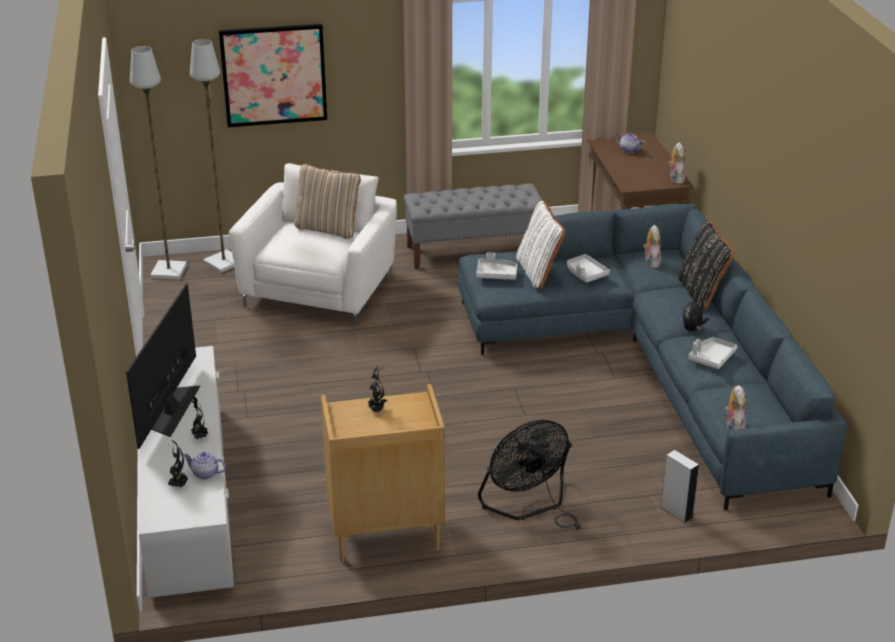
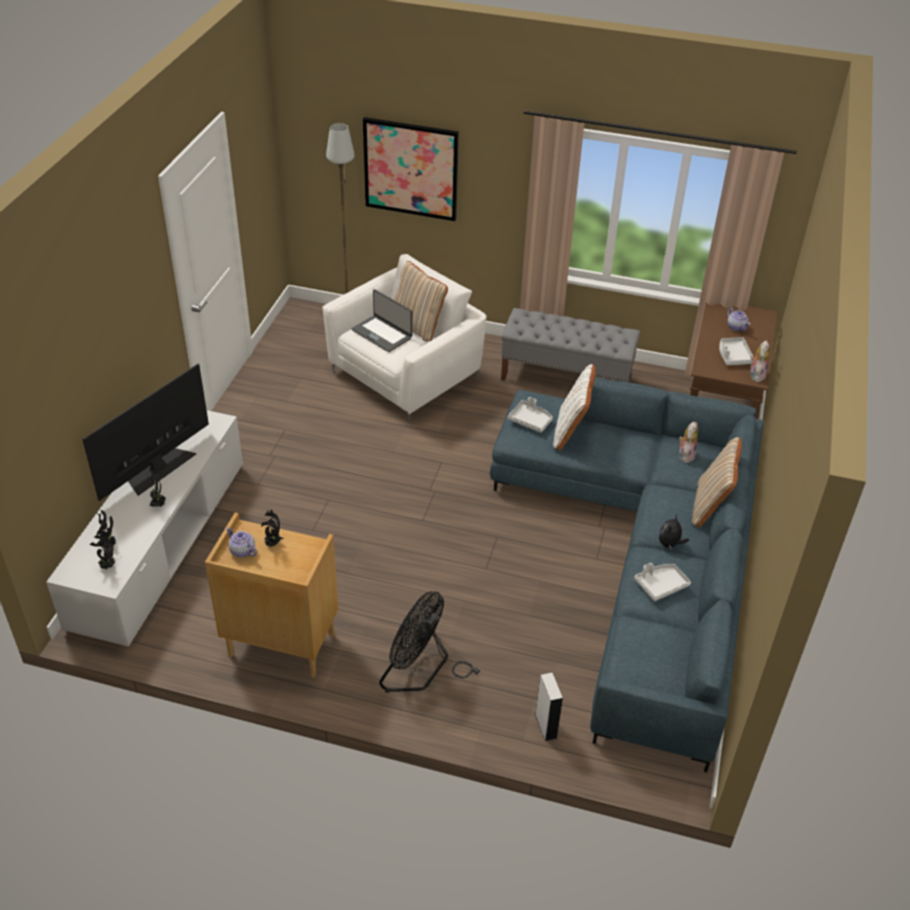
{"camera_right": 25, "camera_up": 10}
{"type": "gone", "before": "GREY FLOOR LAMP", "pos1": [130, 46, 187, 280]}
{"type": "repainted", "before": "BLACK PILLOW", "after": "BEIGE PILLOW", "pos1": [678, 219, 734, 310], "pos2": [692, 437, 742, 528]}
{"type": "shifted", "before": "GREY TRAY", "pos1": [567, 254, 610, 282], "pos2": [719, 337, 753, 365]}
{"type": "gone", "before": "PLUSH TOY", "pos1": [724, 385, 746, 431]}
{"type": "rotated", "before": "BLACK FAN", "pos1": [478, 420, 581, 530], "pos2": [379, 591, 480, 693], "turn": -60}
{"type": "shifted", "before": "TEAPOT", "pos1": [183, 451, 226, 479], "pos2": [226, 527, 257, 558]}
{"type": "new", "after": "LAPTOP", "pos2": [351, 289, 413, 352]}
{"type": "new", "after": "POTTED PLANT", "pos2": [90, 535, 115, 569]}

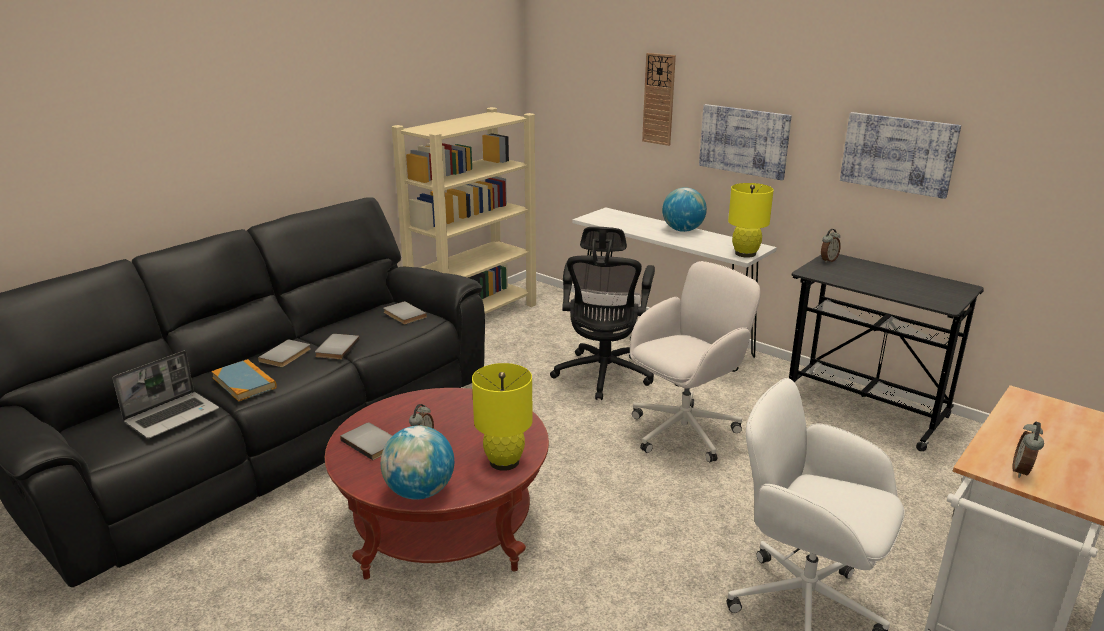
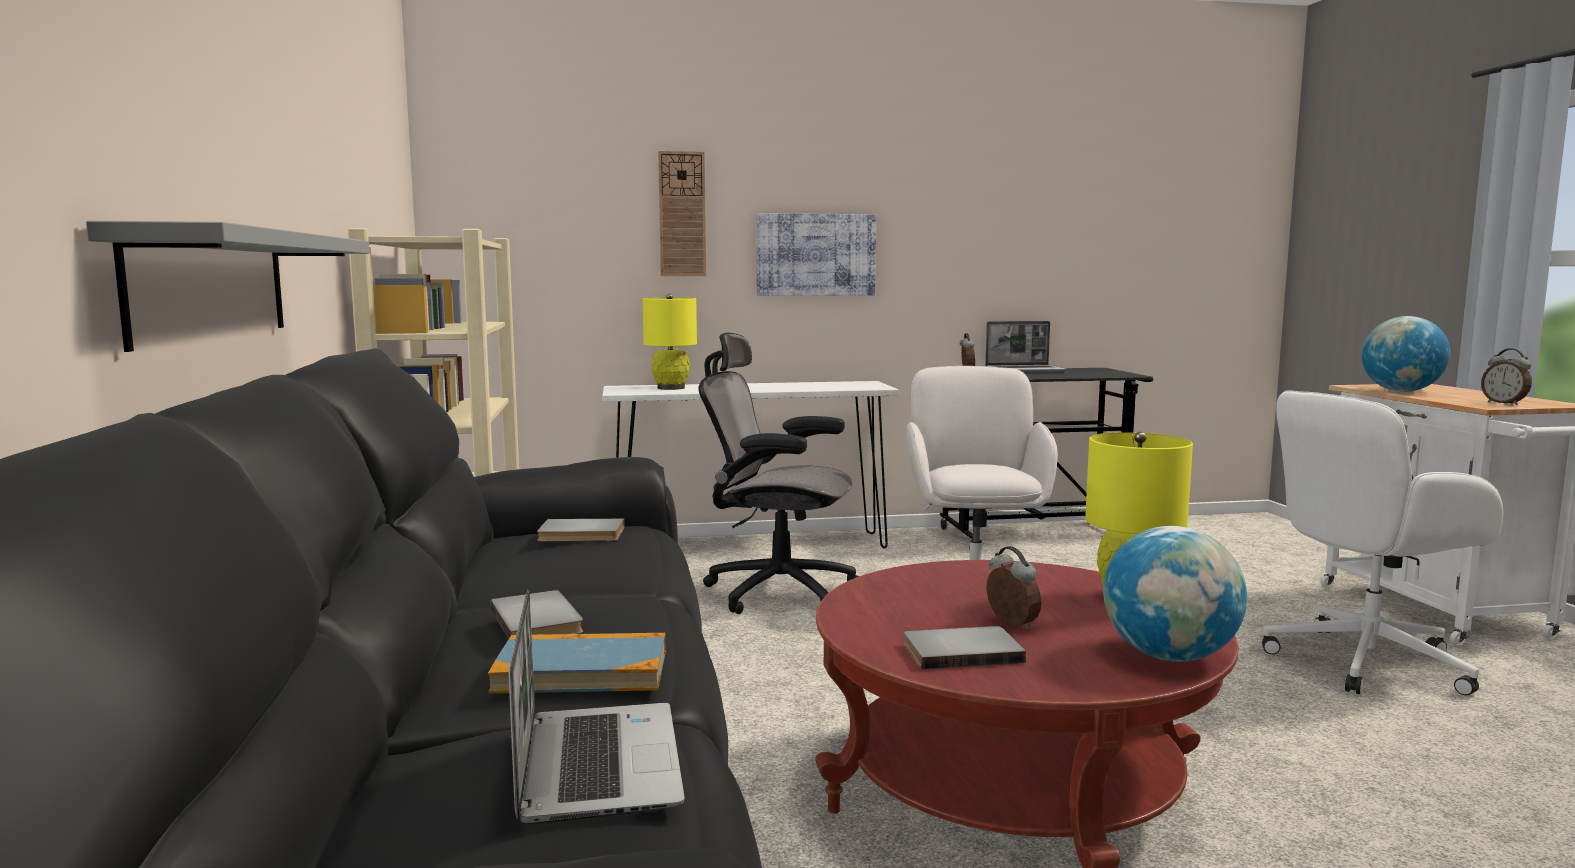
{"camera_right": -50, "camera_up": -15}
{"type": "gone", "before": "PICTURE", "pos1": [840, 112, 961, 199]}
{"type": "shifted", "before": "YELLOW TABLE LAMP", "pos1": [728, 183, 774, 258], "pos2": [643, 294, 697, 390]}
{"type": "shifted", "before": "GLOBE", "pos1": [662, 187, 707, 232], "pos2": [1361, 316, 1450, 392]}
{"type": "rotated", "before": "OFFICE CHAIR", "pos1": [550, 227, 655, 400], "pos2": [698, 333, 859, 614], "turn": 150}
{"type": "gone", "before": "GREY BOOK", "pos1": [315, 334, 360, 359]}
{"type": "new", "after": "GREY SHELF", "pos2": [86, 221, 369, 352]}
{"type": "new", "after": "LAPTOP", "pos2": [985, 321, 1067, 373]}

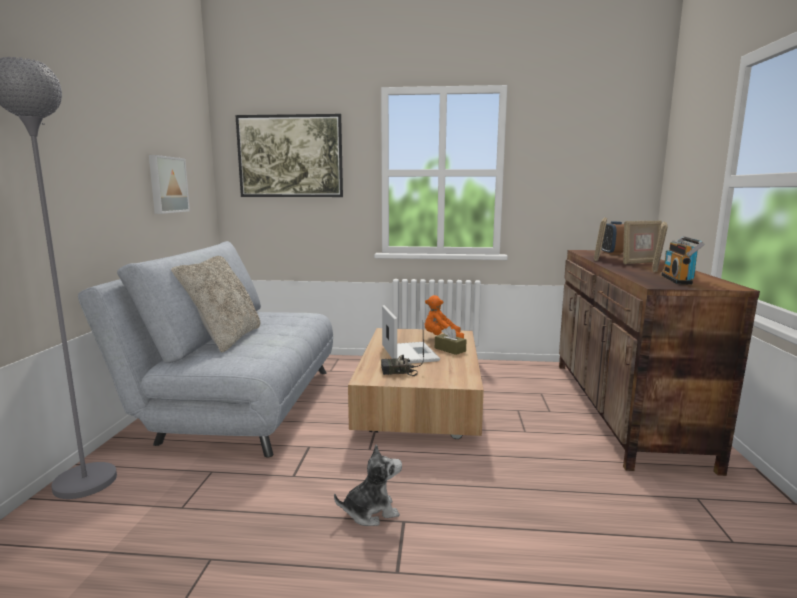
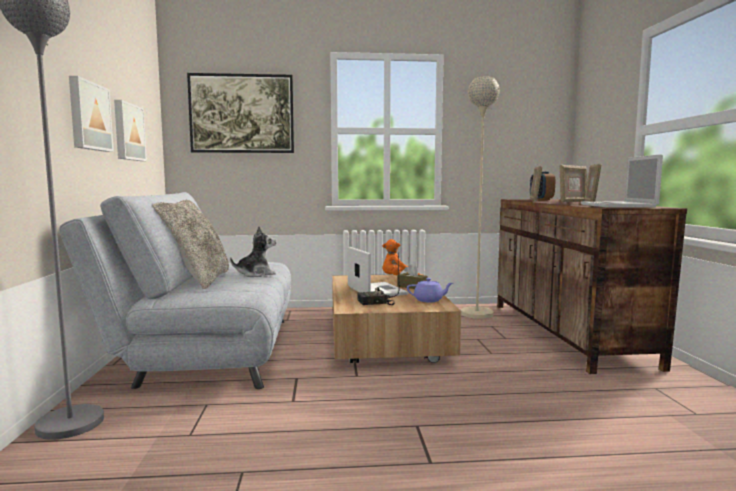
{"camera_right": -10, "camera_up": -5}
{"type": "swapped", "before": "RADIO", "after": "LAPTOP", "pos1": [662, 236, 705, 285], "pos2": [581, 154, 663, 208]}
{"type": "shifted", "before": "PLUSH TOY", "pos1": [334, 444, 402, 526], "pos2": [230, 226, 277, 277]}
{"type": "new", "after": "PICTURE", "pos2": [69, 76, 114, 152]}
{"type": "new", "after": "BEIGE FLOOR LAMP", "pos2": [461, 76, 500, 319]}
{"type": "new", "after": "PURPLE TEAPOT", "pos2": [407, 278, 453, 302]}

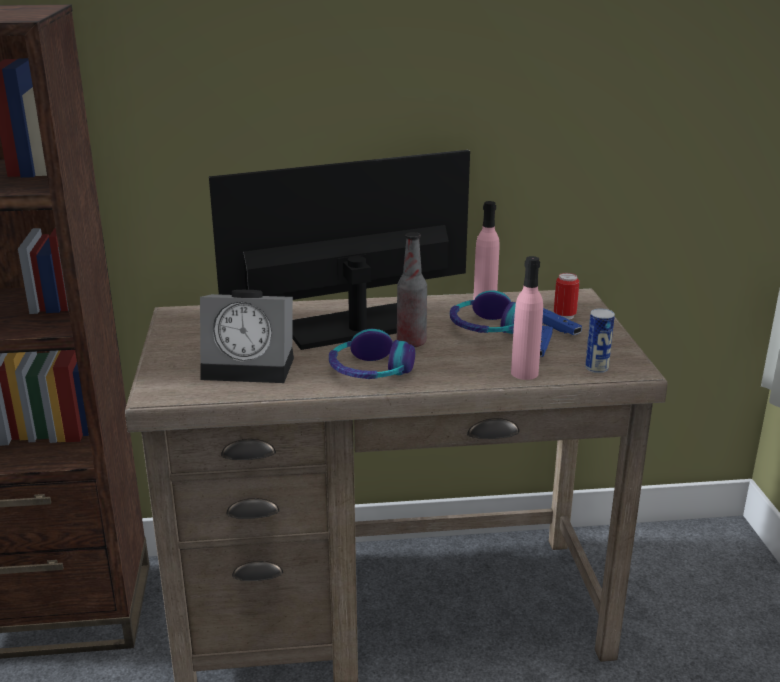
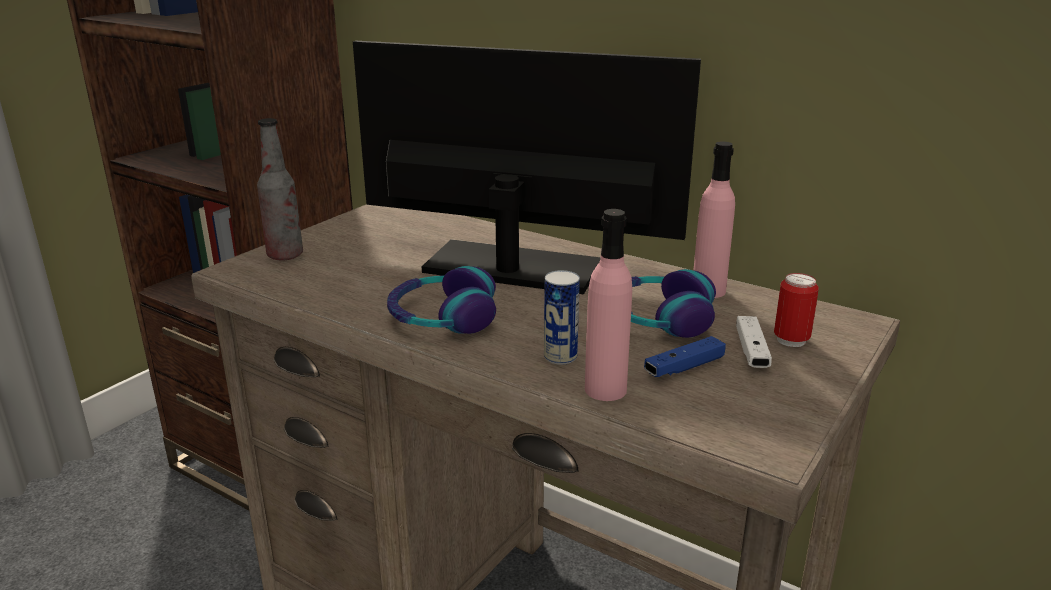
{"camera_right": 40, "camera_up": 0}
{"type": "shifted", "before": "BOTTLE", "pos1": [397, 232, 427, 347], "pos2": [257, 118, 303, 261]}
{"type": "gone", "before": "ALARM CLOCK", "pos1": [200, 290, 294, 383]}
{"type": "repainted", "before": "BLUE GAME CONTROLLER", "after": "WHITE GAME CONTROLLER", "pos1": [542, 308, 582, 335], "pos2": [736, 316, 772, 368]}
{"type": "shifted", "before": "CAN", "pos1": [585, 308, 615, 373], "pos2": [544, 270, 580, 365]}

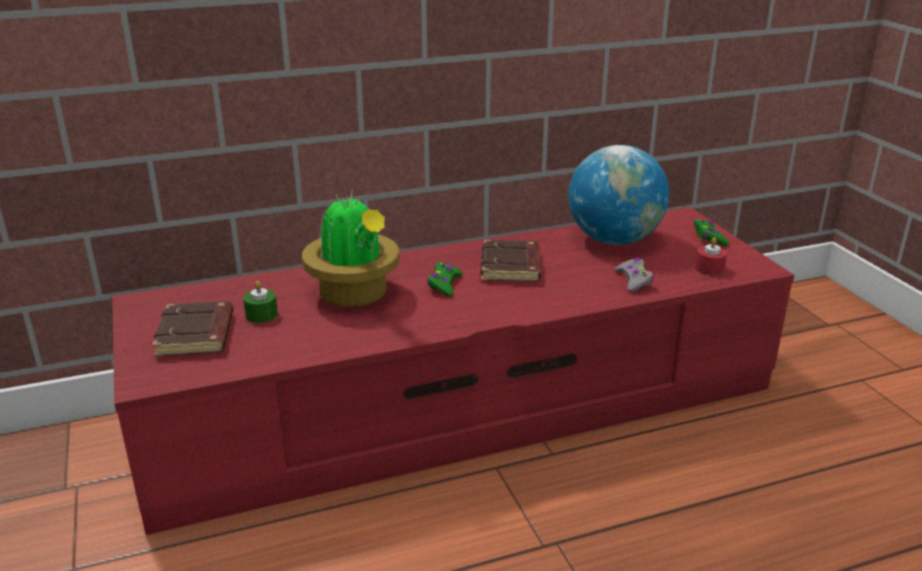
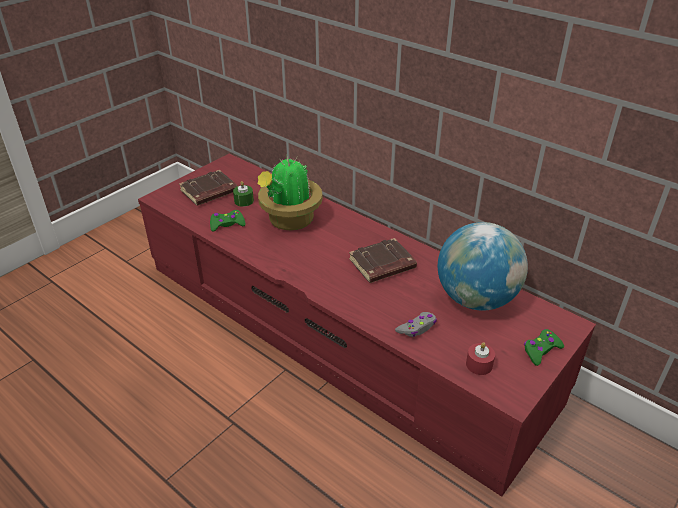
{"camera_right": 60, "camera_up": 10}
{"type": "shifted", "before": "GREEN GAME CONTROLLER", "pos1": [427, 262, 463, 297], "pos2": [210, 210, 246, 232]}

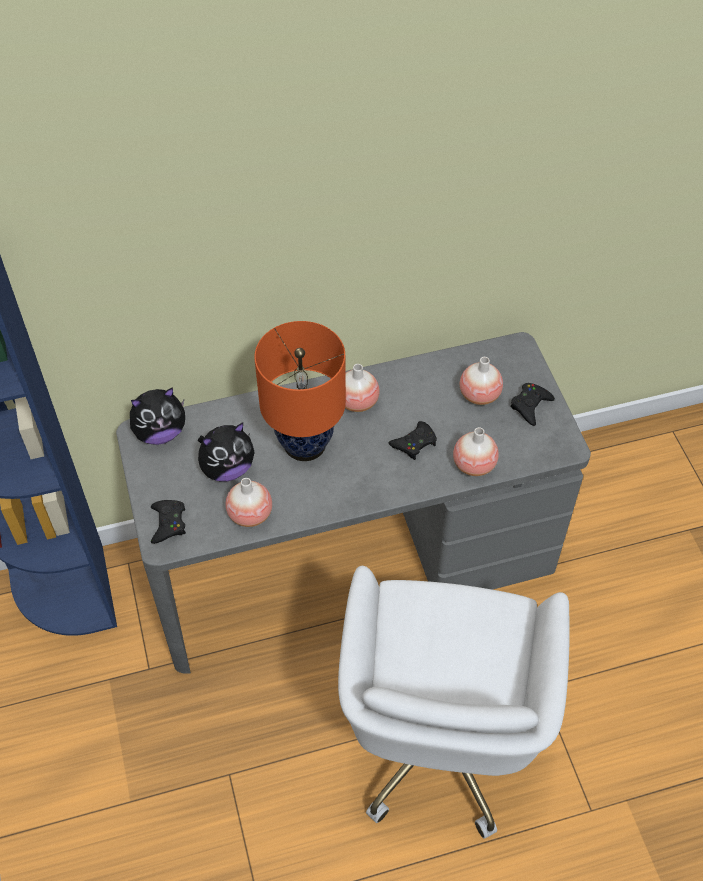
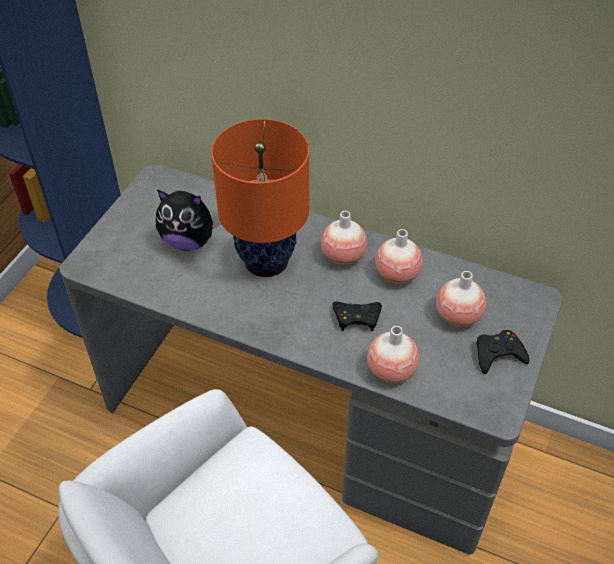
{"camera_right": 40, "camera_up": -5}
{"type": "gone", "before": "PLUSH TOY", "pos1": [130, 387, 185, 445]}
{"type": "shifted", "before": "VASE", "pos1": [226, 478, 272, 527], "pos2": [375, 229, 423, 284]}
{"type": "gone", "before": "BLACK GAME CONTROLLER", "pos1": [151, 500, 186, 544]}

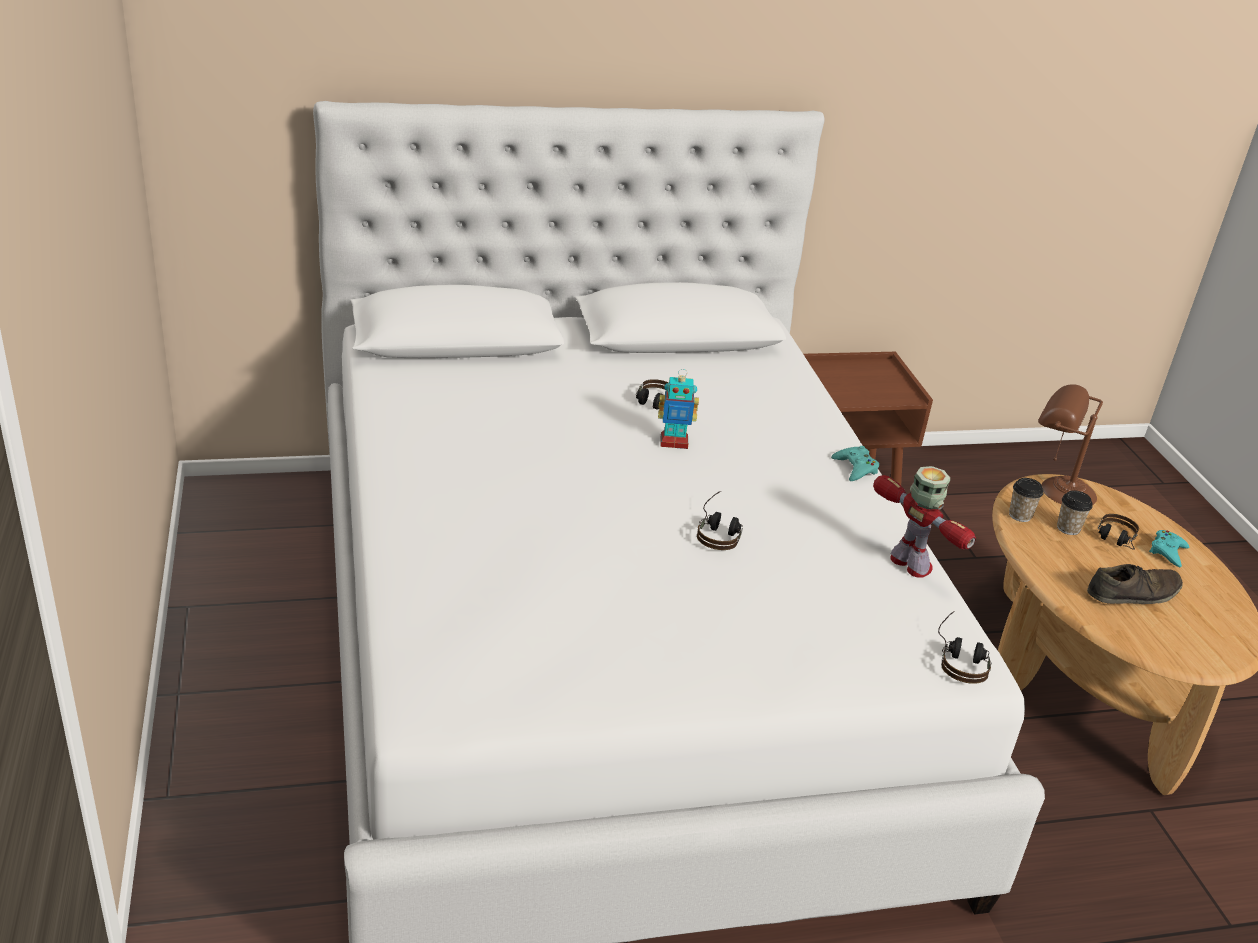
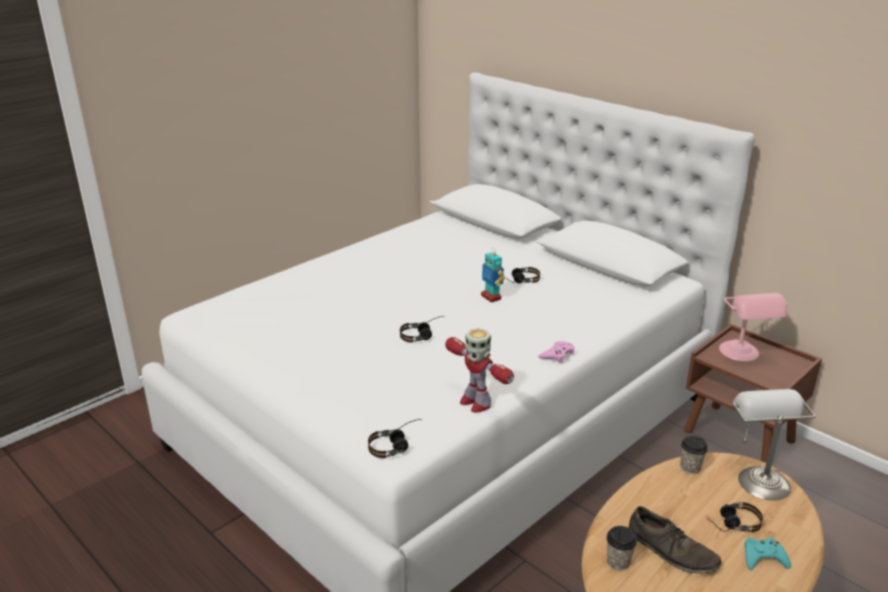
{"camera_right": 60, "camera_up": -5}
{"type": "repainted", "before": "BROWN TABLE LAMP", "after": "WHITE TABLE LAMP", "pos1": [1038, 384, 1103, 505], "pos2": [732, 389, 815, 501]}
{"type": "repainted", "before": "TURQUOISE GAME CONTROLLER", "after": "PINK GAME CONTROLLER", "pos1": [831, 446, 879, 481], "pos2": [538, 341, 574, 363]}
{"type": "rotated", "before": "TOY ROBOT", "pos1": [873, 466, 976, 578], "pos2": [445, 328, 514, 412], "turn": 120}
{"type": "shifted", "before": "CUP", "pos1": [1057, 490, 1092, 535], "pos2": [606, 526, 637, 571]}
{"type": "new", "after": "PINK TABLE LAMP", "pos2": [719, 293, 788, 361]}

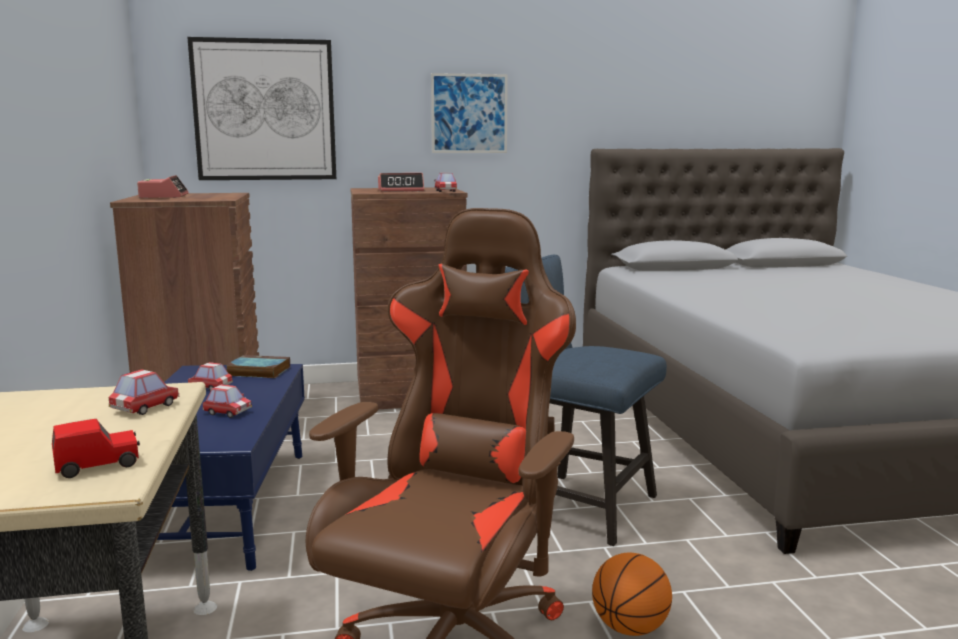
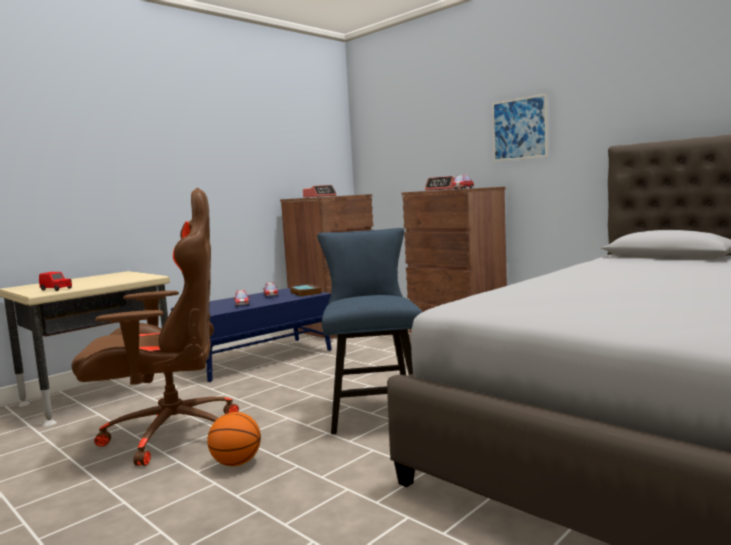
{"camera_right": 55, "camera_up": -5}
{"type": "gone", "before": "PICTURE", "pos1": [187, 37, 336, 180]}
{"type": "gone", "before": "TOY CAR", "pos1": [108, 369, 179, 415]}

